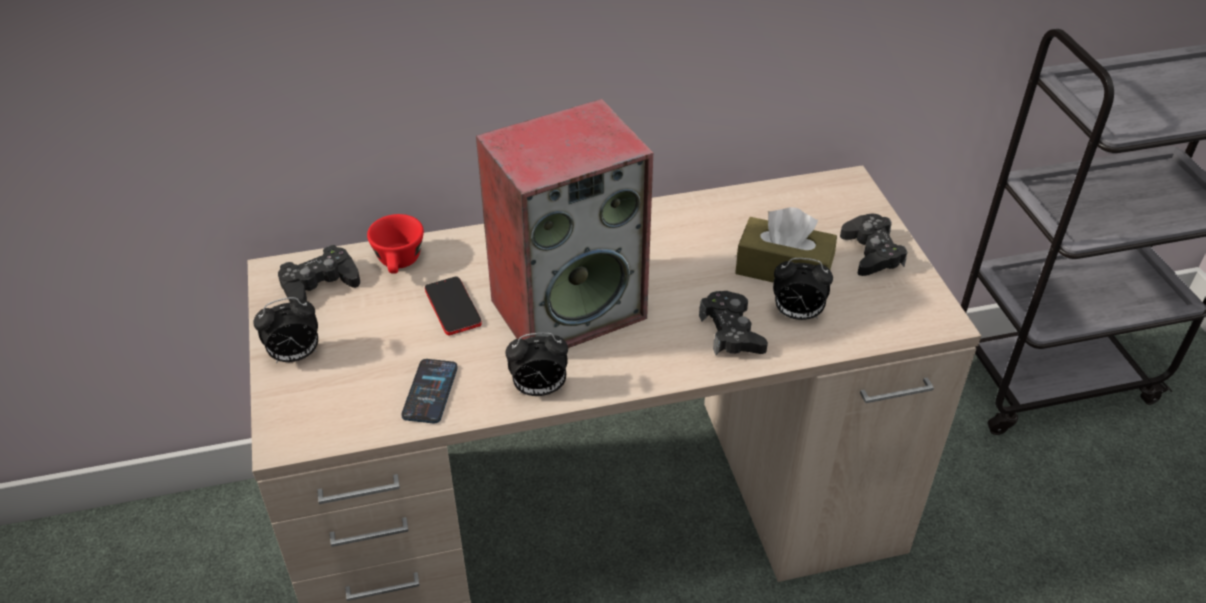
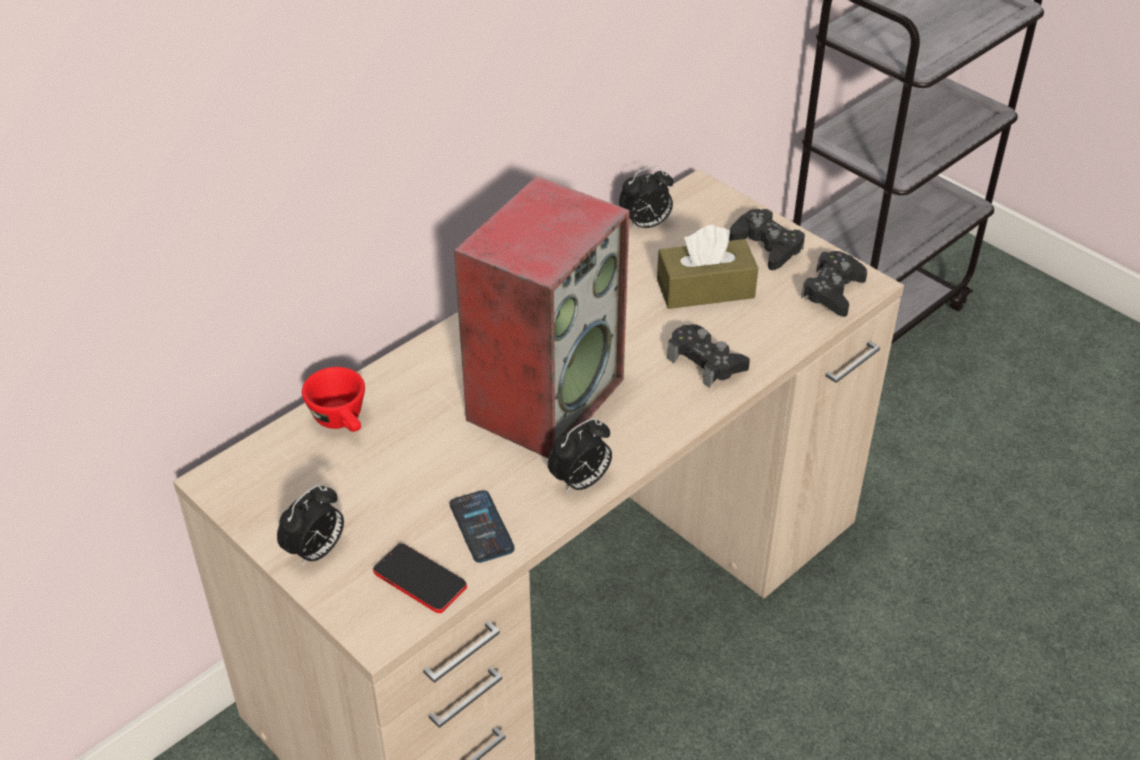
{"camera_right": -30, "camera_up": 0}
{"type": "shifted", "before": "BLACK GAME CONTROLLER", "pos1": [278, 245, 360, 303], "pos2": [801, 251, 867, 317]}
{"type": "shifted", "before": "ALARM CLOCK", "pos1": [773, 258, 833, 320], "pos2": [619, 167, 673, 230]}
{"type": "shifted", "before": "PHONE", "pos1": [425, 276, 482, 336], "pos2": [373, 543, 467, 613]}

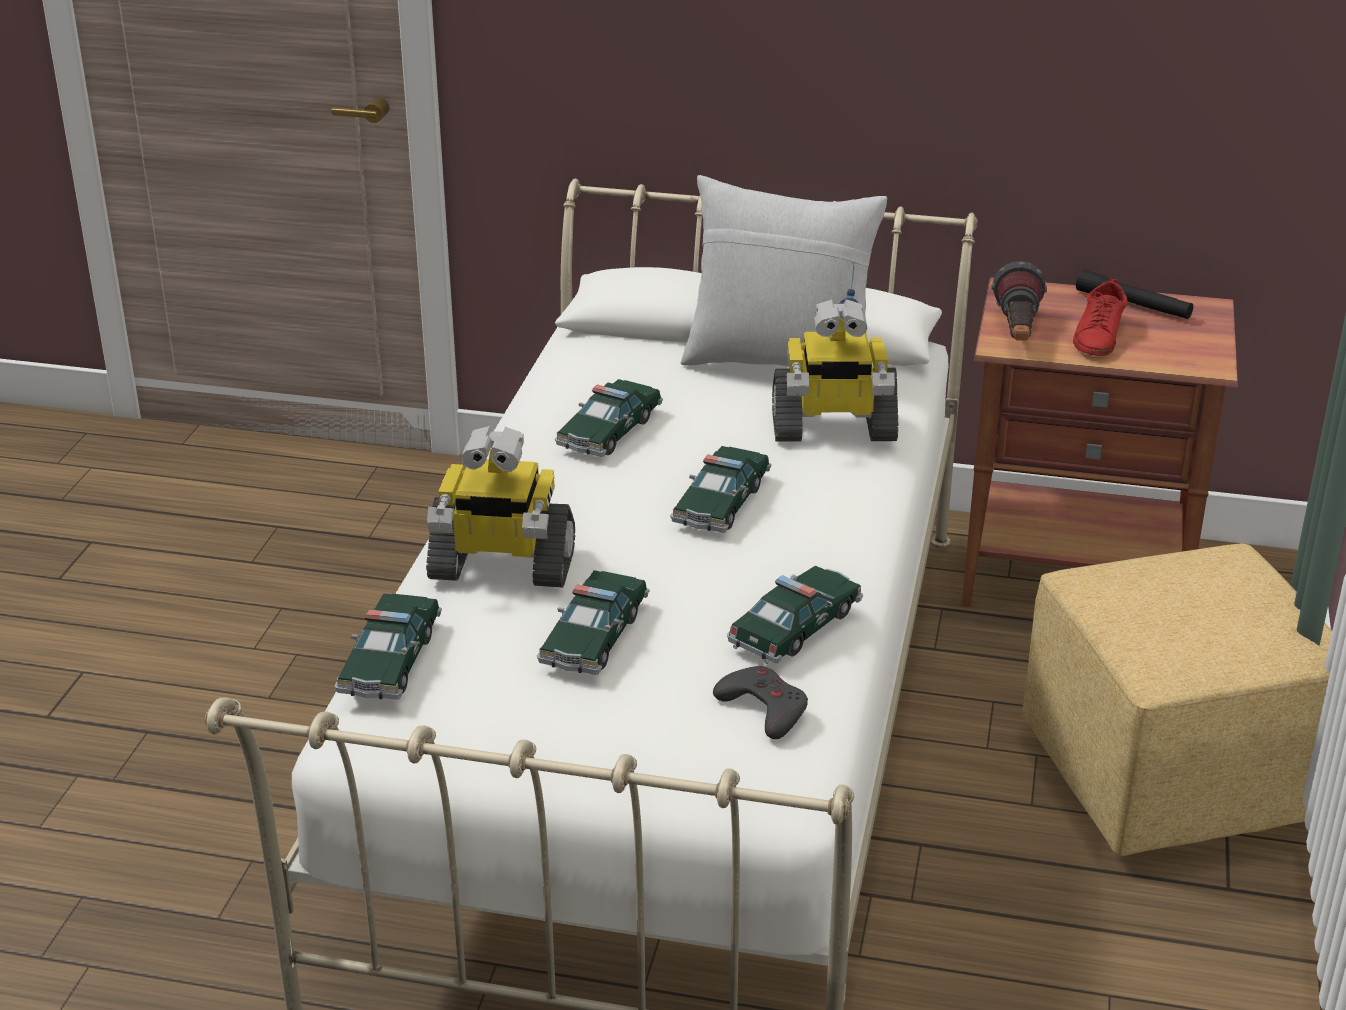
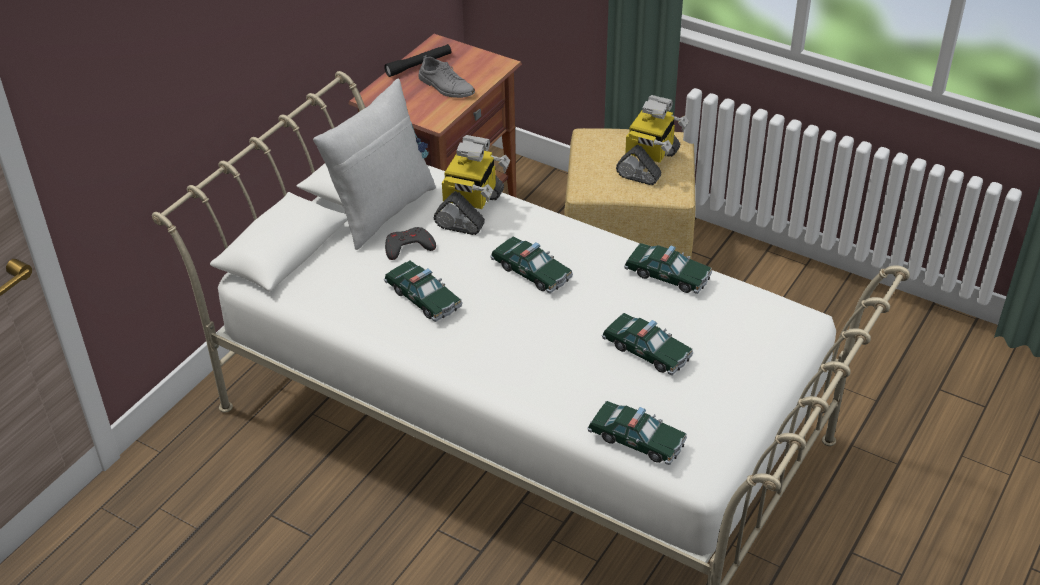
{"camera_right": -70, "camera_up": 10}
{"type": "gone", "before": "FLASHLIGHT", "pos1": [992, 261, 1047, 341]}
{"type": "repainted", "before": "RED SHOE", "after": "GREY SHOE", "pos1": [1073, 278, 1128, 356], "pos2": [418, 55, 475, 98]}
{"type": "shifted", "before": "TOY ROBOT", "pos1": [426, 426, 575, 588], "pos2": [616, 95, 689, 185]}
{"type": "rotated", "before": "TOY CAR", "pos1": [727, 566, 863, 664], "pos2": [624, 243, 712, 294], "turn": 150}
{"type": "shifted", "before": "GREY GAME CONTROLLER", "pos1": [713, 666, 808, 739], "pos2": [385, 227, 436, 260]}

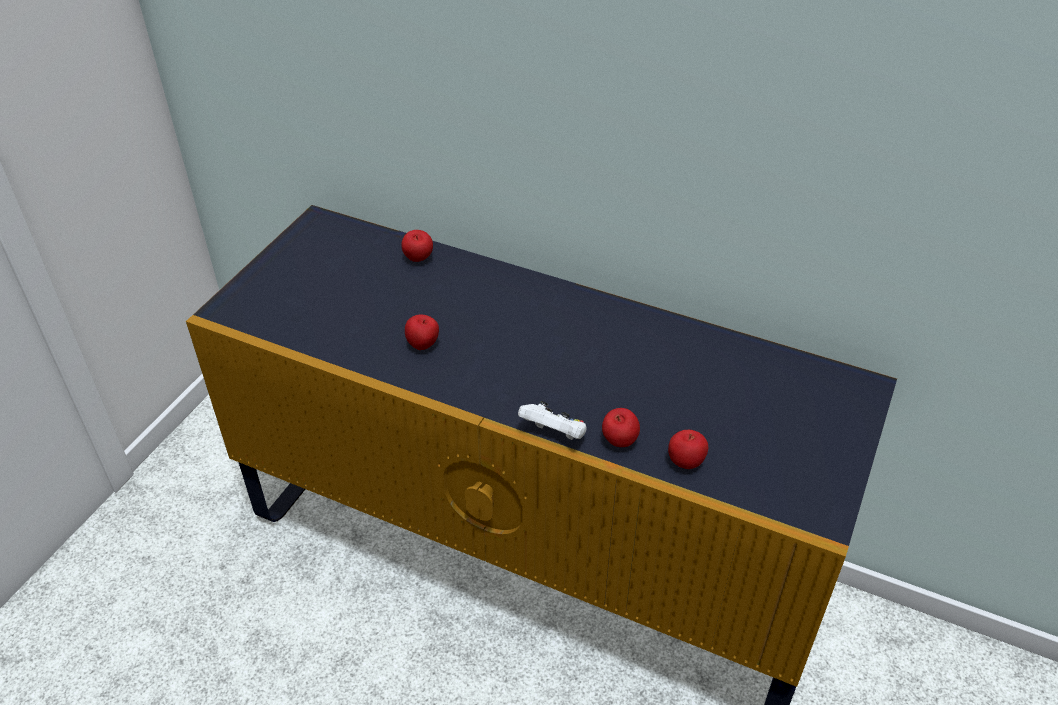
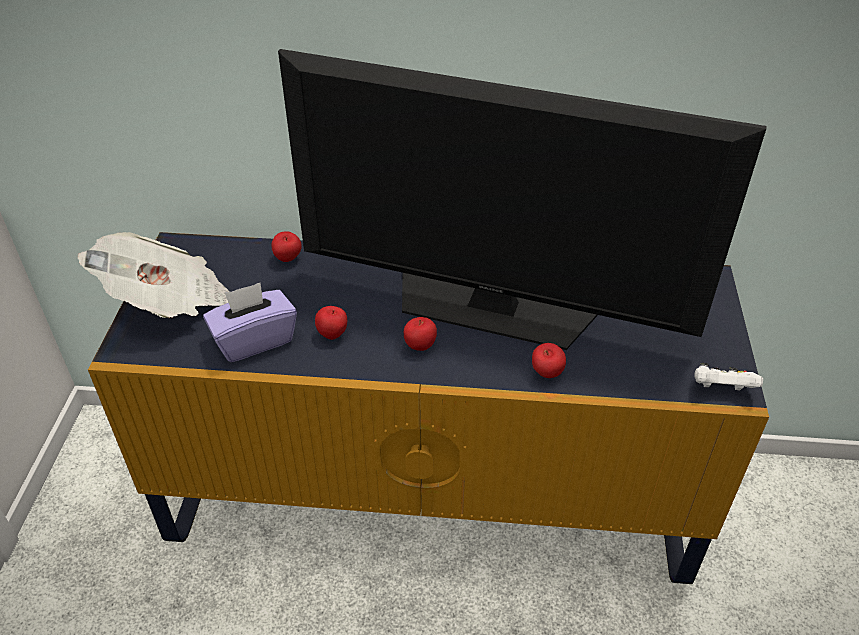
{"camera_right": -20, "camera_up": 0}
{"type": "shifted", "before": "WHITE GAME CONTROLLER", "pos1": [518, 401, 587, 440], "pos2": [694, 363, 763, 391]}
{"type": "shifted", "before": "APPLE", "pos1": [668, 430, 708, 469], "pos2": [404, 317, 437, 351]}
{"type": "new", "after": "TELEVISION", "pos2": [278, 49, 767, 350]}
{"type": "new", "after": "NEWSPAPER", "pos2": [77, 232, 230, 318]}
{"type": "new", "after": "PURPLE TISSUE BOX", "pos2": [203, 283, 297, 362]}

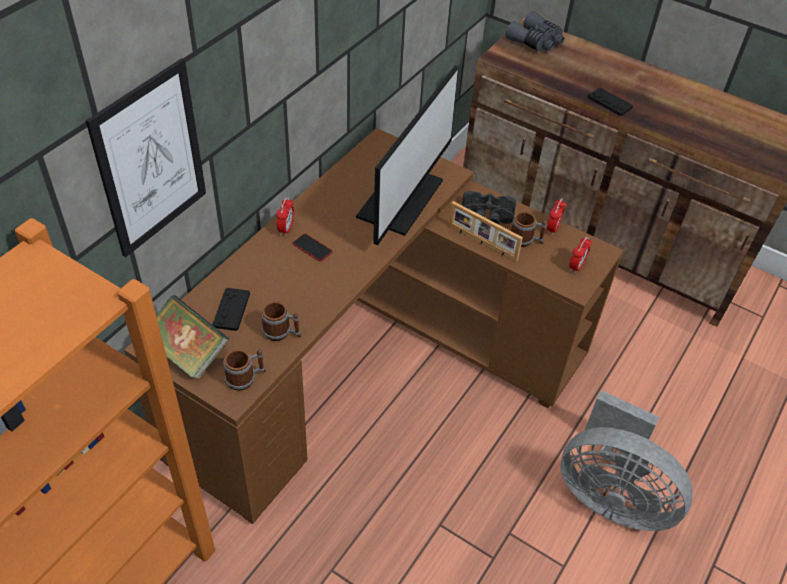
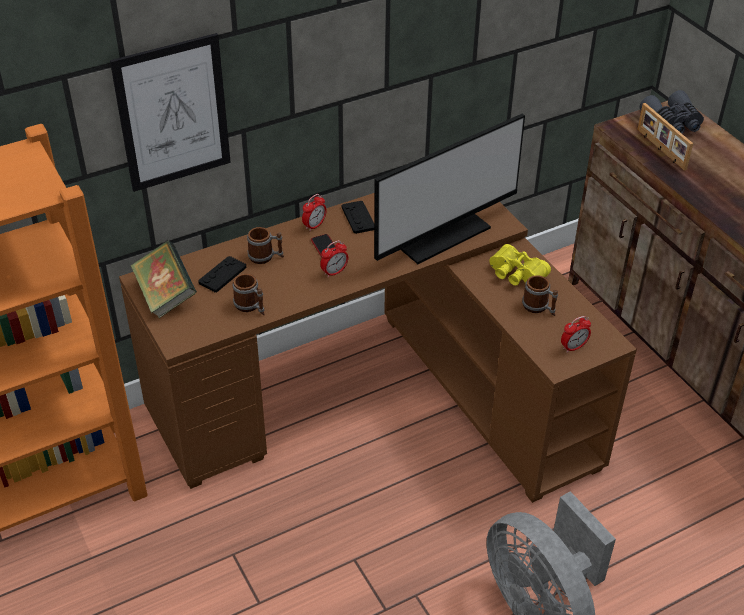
{"camera_right": 30, "camera_up": -5}
{"type": "shifted", "before": "BLACK GAME CONTROLLER", "pos1": [588, 88, 633, 116], "pos2": [342, 201, 374, 234]}
{"type": "repainted", "before": "BLACK BINOCULARS", "after": "YELLOW BINOCULARS", "pos1": [462, 191, 516, 225], "pos2": [489, 244, 551, 286]}
{"type": "shifted", "before": "ALARM CLOCK", "pos1": [547, 198, 566, 235], "pos2": [320, 240, 348, 278]}
{"type": "shifted", "before": "PICTURE FRAME", "pos1": [449, 201, 523, 262], "pos2": [637, 103, 693, 171]}
{"type": "shifted", "before": "MUG", "pos1": [223, 349, 266, 391], "pos2": [247, 227, 284, 264]}

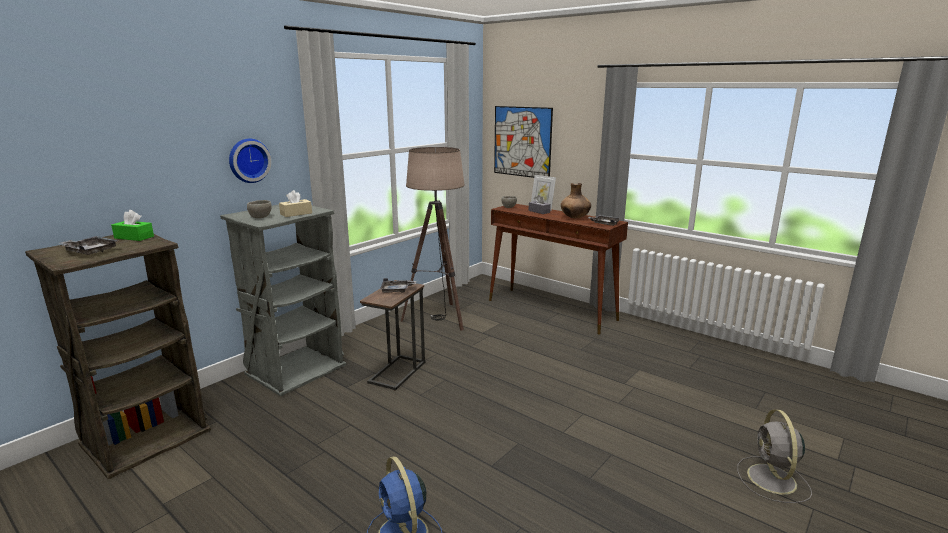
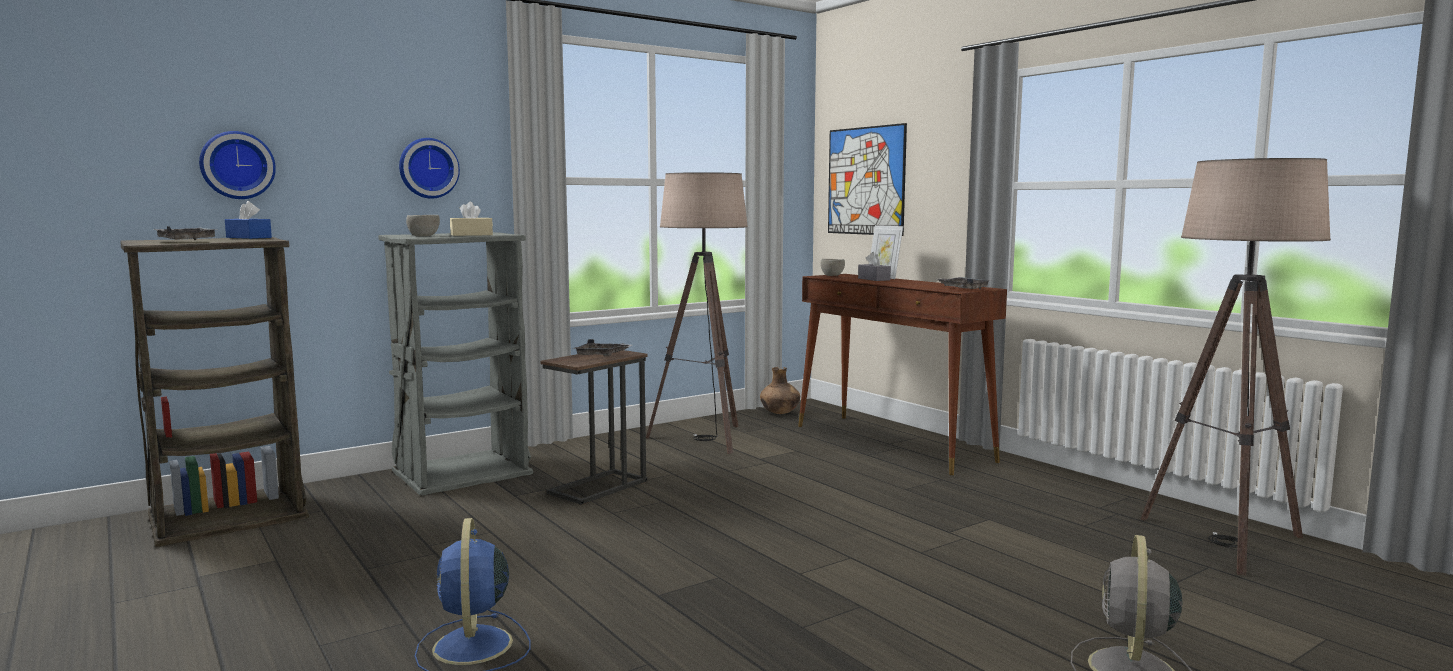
{"camera_right": 15, "camera_up": -10}
{"type": "shifted", "before": "BROWN VASE", "pos1": [561, 183, 591, 218], "pos2": [760, 367, 800, 414]}
{"type": "repainted", "before": "GREEN TISSUE BOX", "after": "BLUE TISSUE BOX", "pos1": [111, 210, 154, 241], "pos2": [225, 201, 272, 239]}
{"type": "new", "after": "WALL CLOCK", "pos2": [199, 131, 276, 199]}
{"type": "new", "after": "FLOOR LAMP", "pos2": [1140, 158, 1331, 576]}

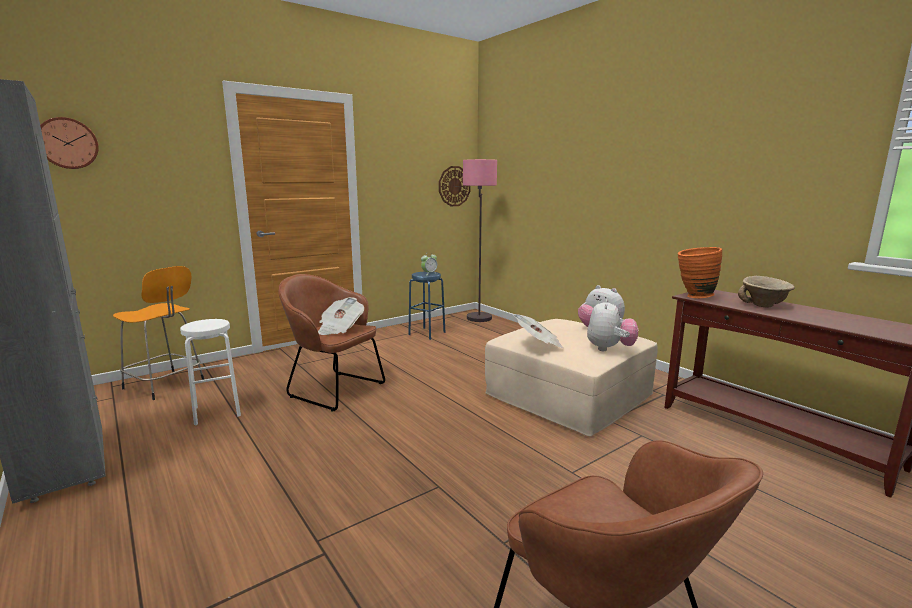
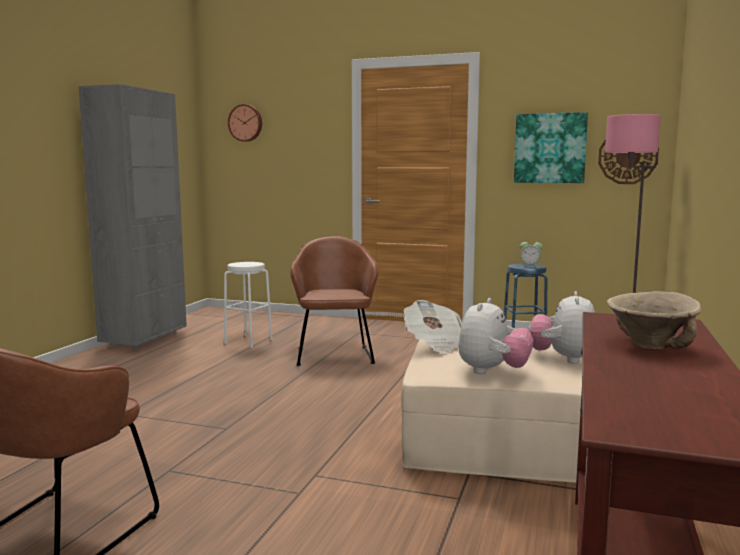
{"camera_right": 55, "camera_up": -5}
{"type": "gone", "before": "ORANGE VASE", "pos1": [678, 247, 722, 298]}
{"type": "gone", "before": "ORANGE STOOL", "pos1": [113, 266, 204, 400]}
{"type": "gone", "before": "NEWSPAPER", "pos1": [318, 297, 364, 335]}
{"type": "rotated", "before": "PLUSH TOY", "pos1": [587, 299, 638, 351], "pos2": [458, 298, 533, 374], "turn": -45}
{"type": "new", "after": "PICTURE", "pos2": [514, 112, 588, 183]}

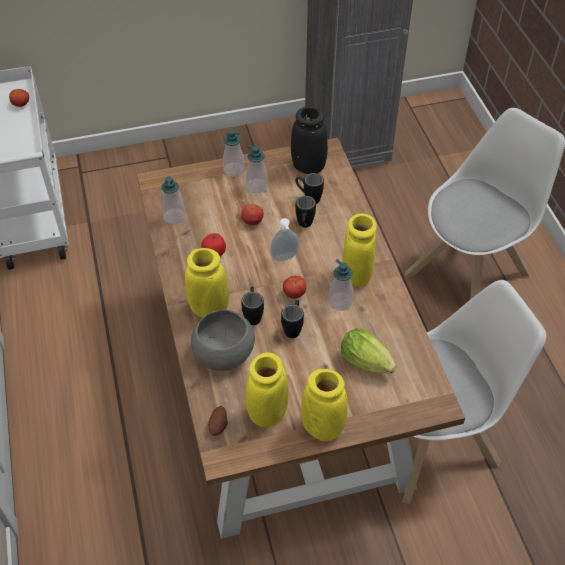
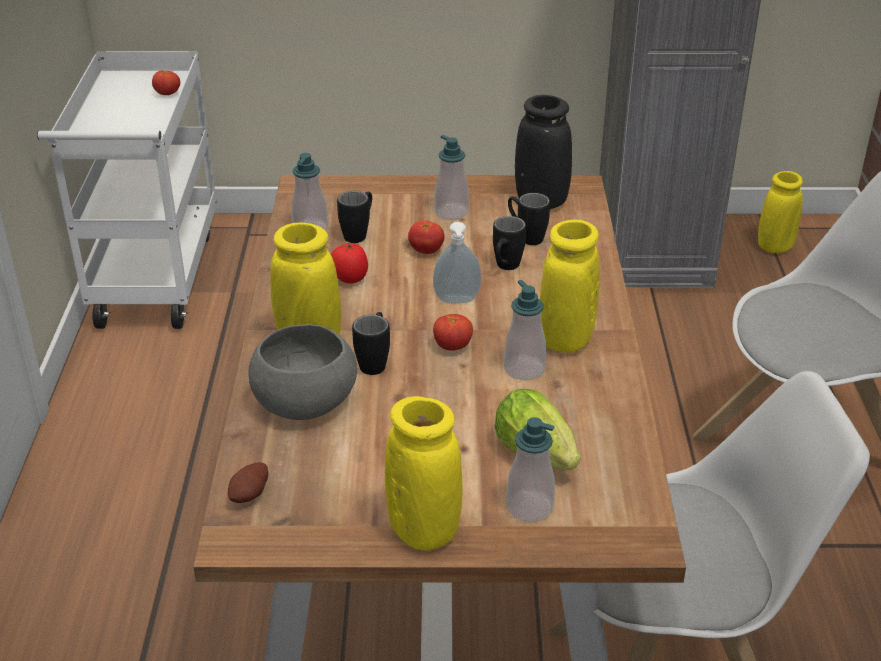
{"camera_right": 15, "camera_up": -15}
{"type": "shifted", "before": "SOAP DISPENSER", "pos1": [223, 130, 245, 177], "pos2": [506, 417, 555, 522]}
{"type": "shifted", "before": "BLACK MUG", "pos1": [281, 300, 304, 338], "pos2": [337, 191, 372, 243]}
{"type": "shifted", "before": "YELLOW VASE", "pos1": [246, 352, 289, 427], "pos2": [758, 171, 803, 253]}

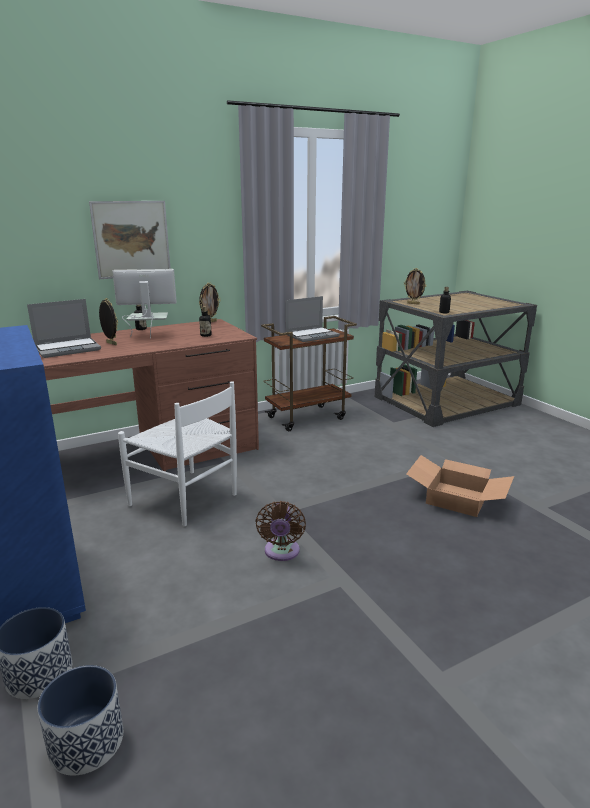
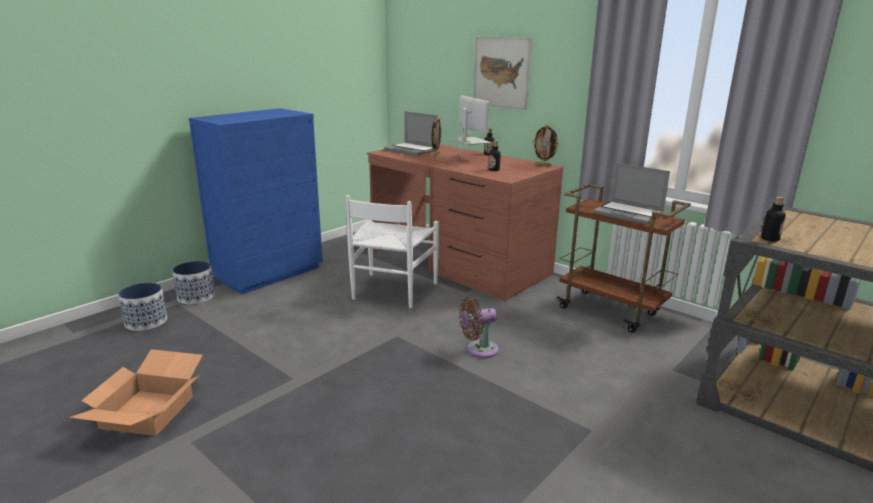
{"camera_right": 70, "camera_up": 0}
{"type": "gone", "before": "PICTURE FRAME", "pos1": [404, 268, 426, 305]}
{"type": "shifted", "before": "CARDBOARD BOX", "pos1": [406, 455, 514, 517], "pos2": [69, 349, 203, 436]}
{"type": "shifted", "before": "BROWN FAN", "pos1": [256, 501, 306, 561], "pos2": [459, 297, 499, 358]}

